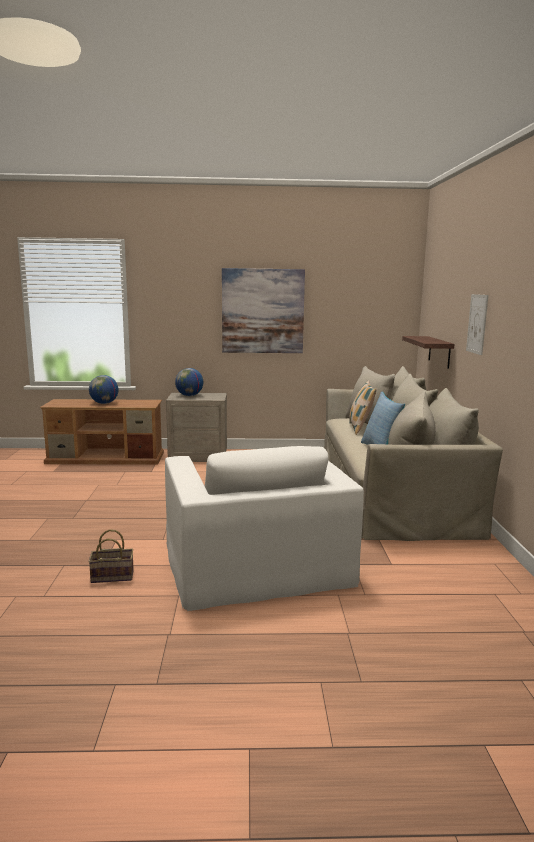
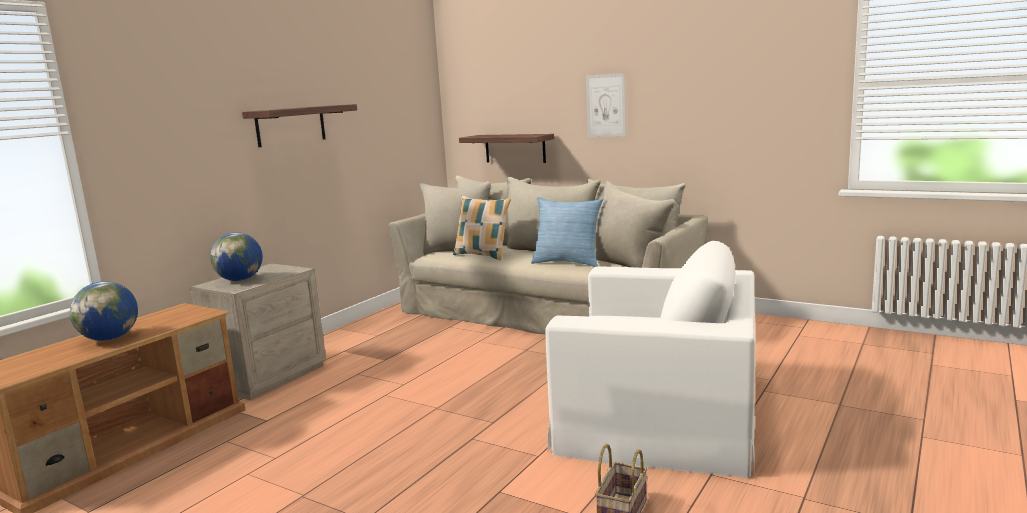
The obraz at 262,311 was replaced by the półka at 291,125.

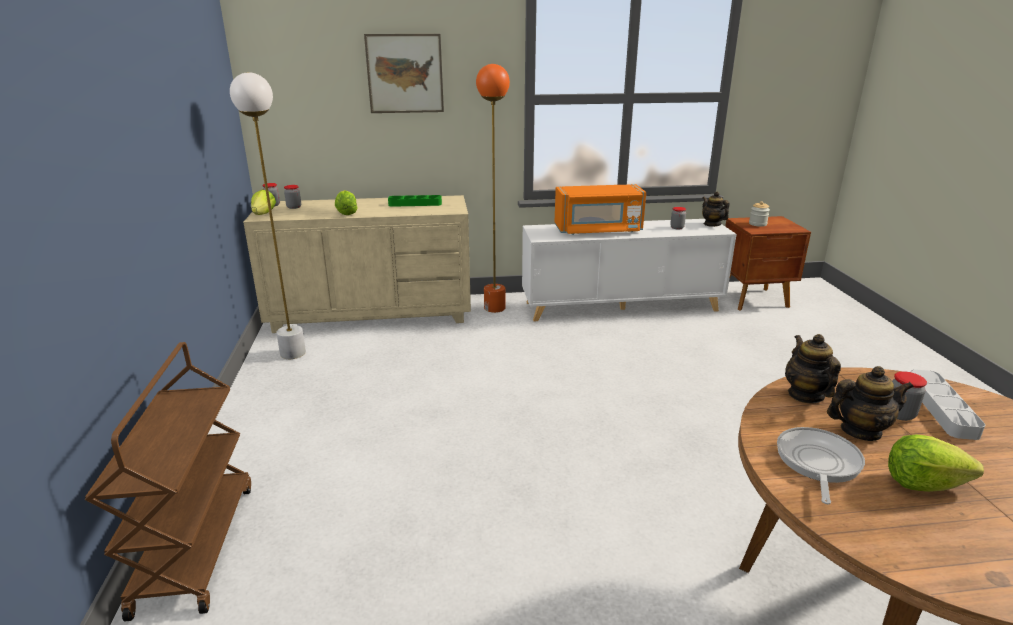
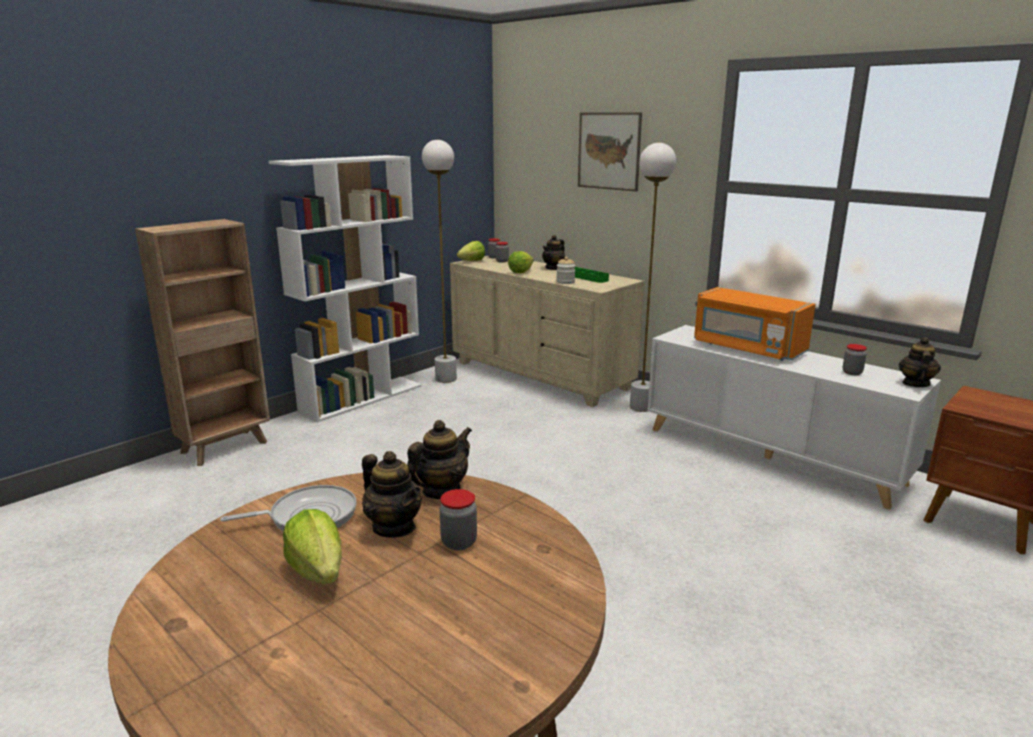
The wózek (brązowy) at 195,546 was replaced by the regał (brązowy) at 226,447.
The lampa stojąca (pomarańczowy) at 494,308 became the lampa stojąca (biały) at 641,407.
The słoik moved from 757,224 to 565,282.
The taca (szary) at 941,408 disappeared.
The regał (biały) at 362,398 appeared.
The imbryk at 553,268 appeared.

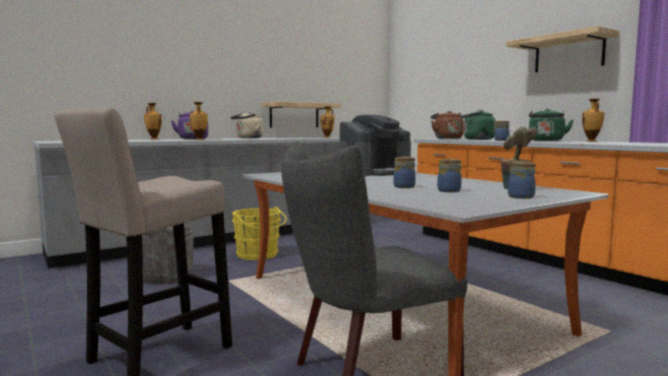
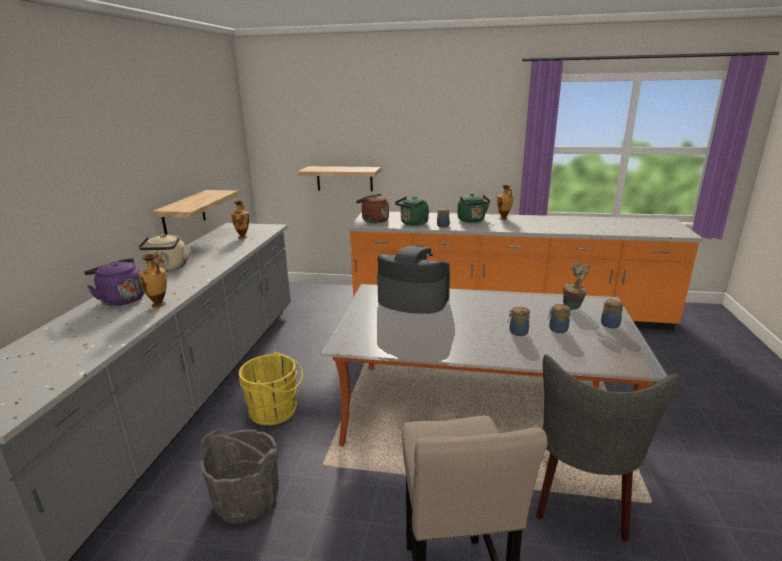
The wazon at 153,139 disappeared.
The ekspres do kawy at 374,172 turned 75 degrees counterclockwise.
The półka moved from 568,53 to 344,178.

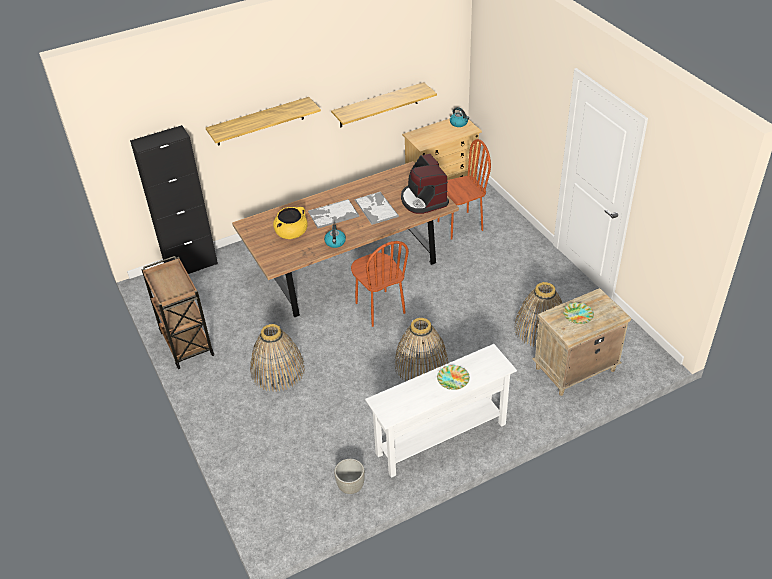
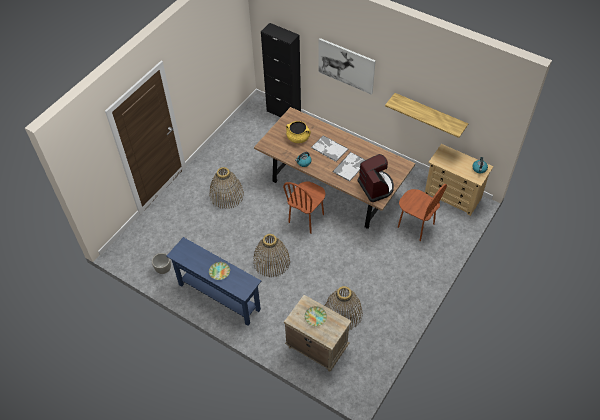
The wózek (brązowy) at 186,342 disappeared.
The półka at 259,121 was replaced by the obraz at 346,65.
The stolik konsolowy (biały) at 441,439 became the stolik konsolowy (niebieski) at 219,297.
The ekspres do kawy at 423,200 turned 120 degrees clockwise.

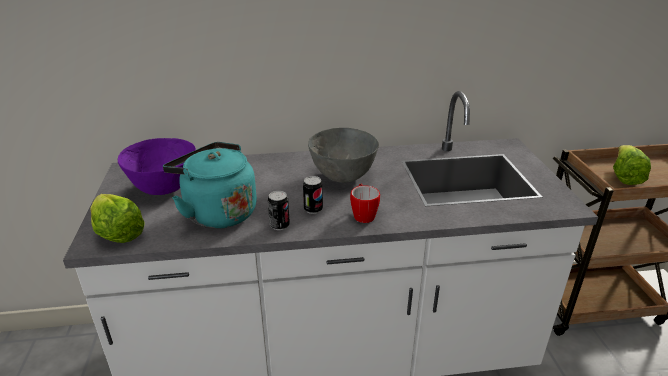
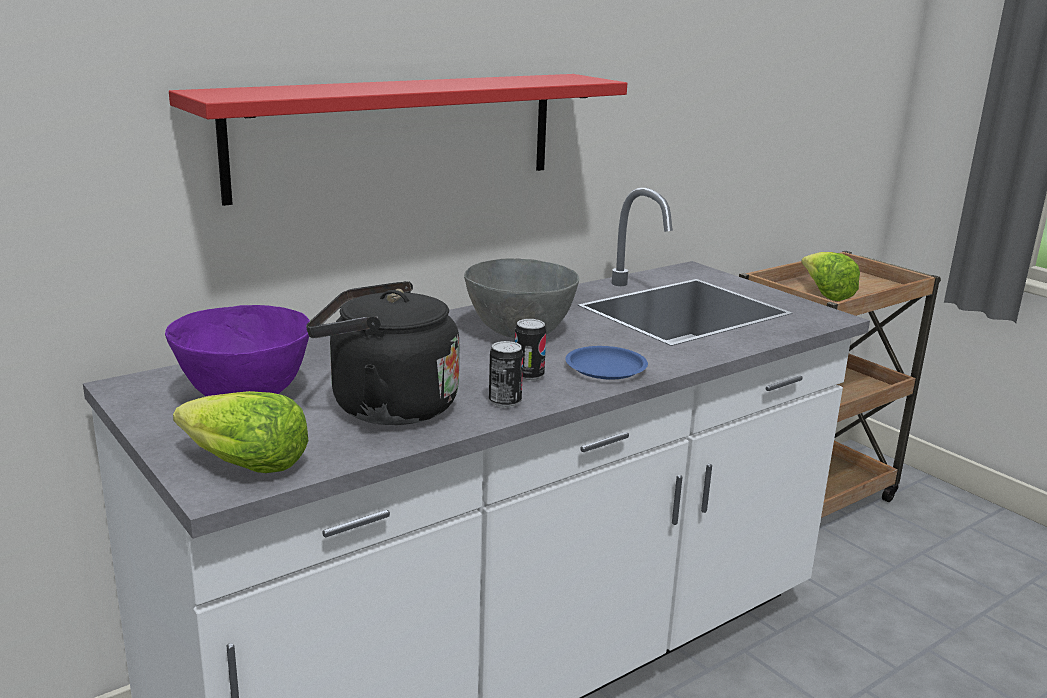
The czajnik (turkusowy) at 217,212 became the czajnik (czarny) at 385,407.
The kubek at 363,214 was replaced by the talerz (niebieski) at 605,368.
The półka (czerwony) at 398,134 appeared.

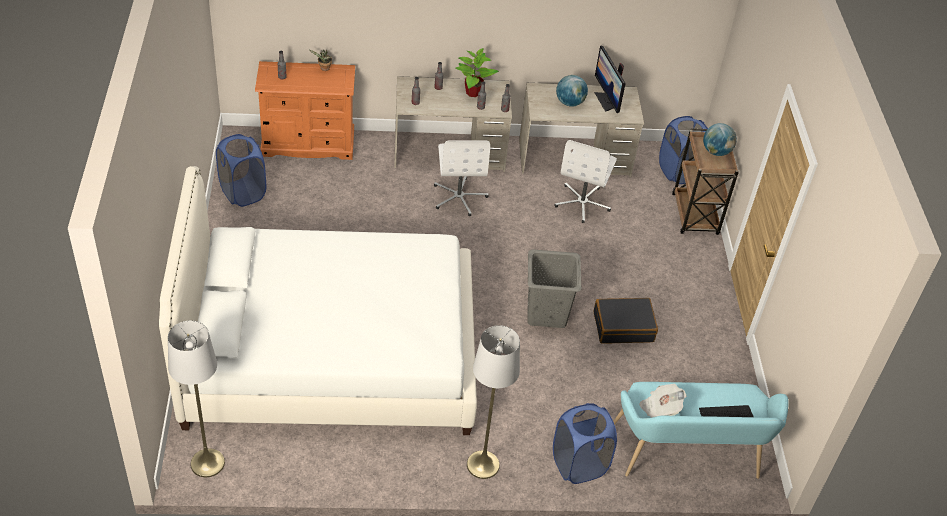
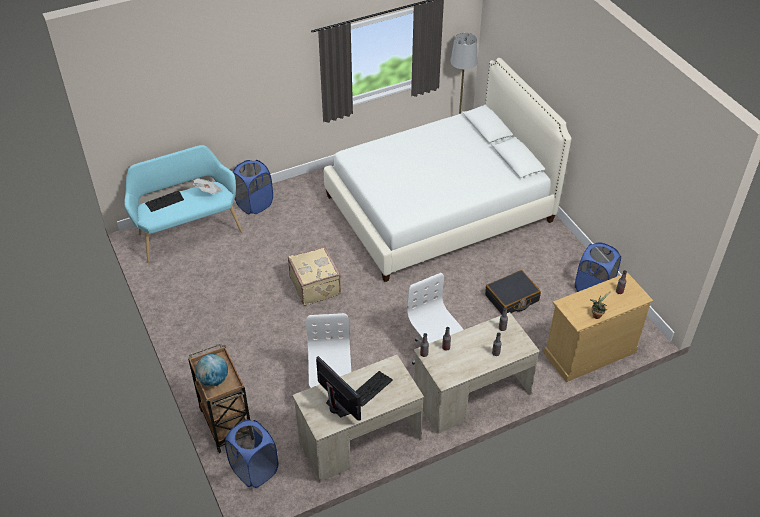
The komoda (pomarańczowy) at 308,144 became the komoda (beżowy) at 589,352.
The roślina doniczkowa at 472,92 disappeared.
The lampa stojąca (szary) at 483,464 disappeared.
The kosz na pranie (szary) at 547,313 was replaced by the walizka (beżowy) at 316,285.
The globus at 570,103 was replaced by the klawiatura at 371,389.
The walizka (czarny) moved from 623,326 to 512,298.

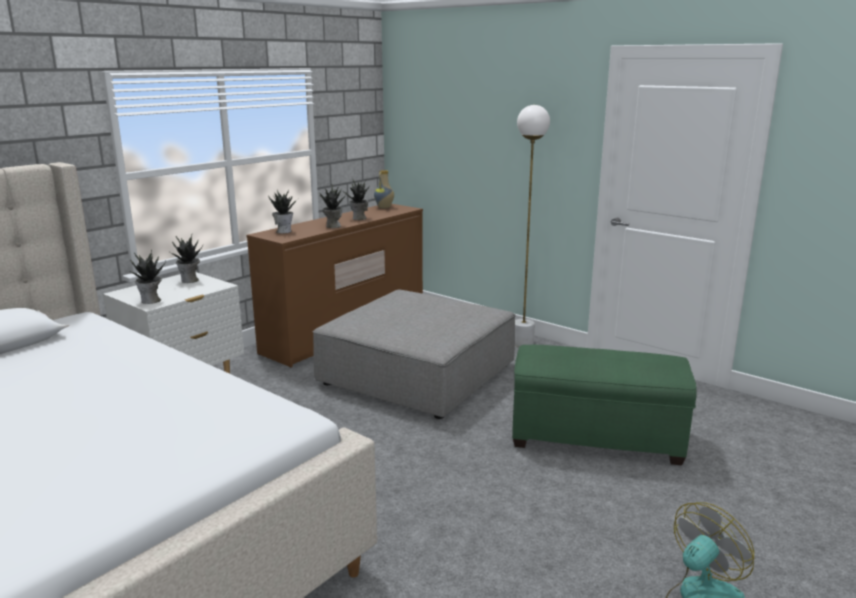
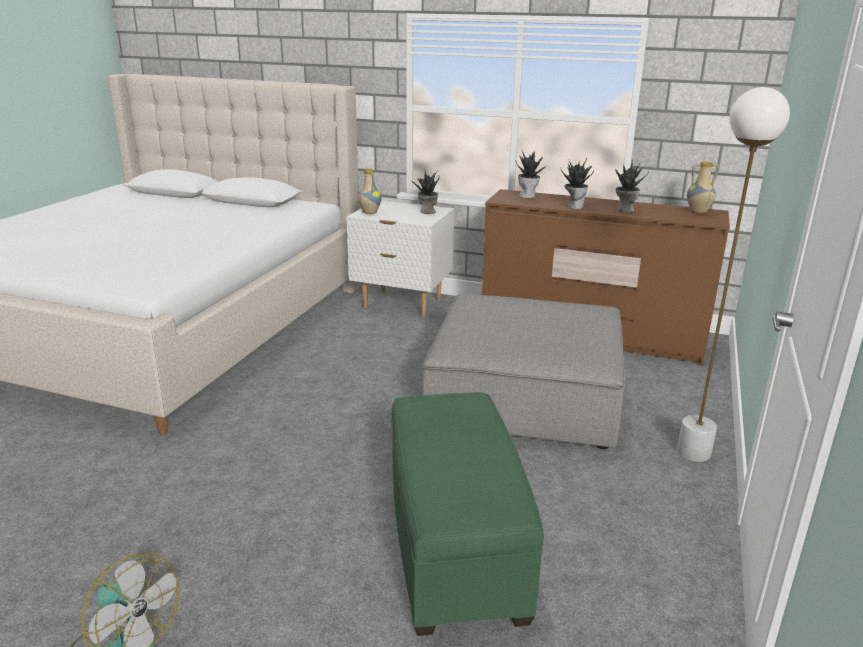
The roślina doniczkowa at 151,301 was replaced by the wazon at 369,213.

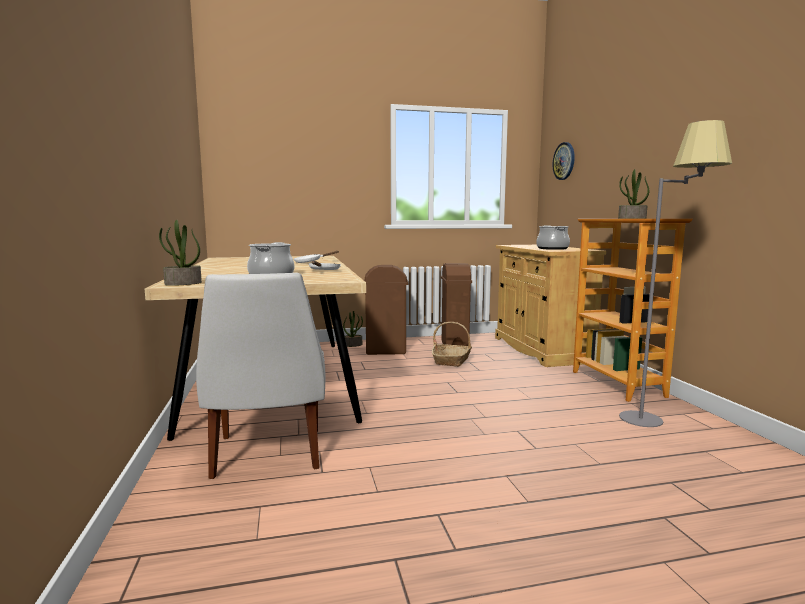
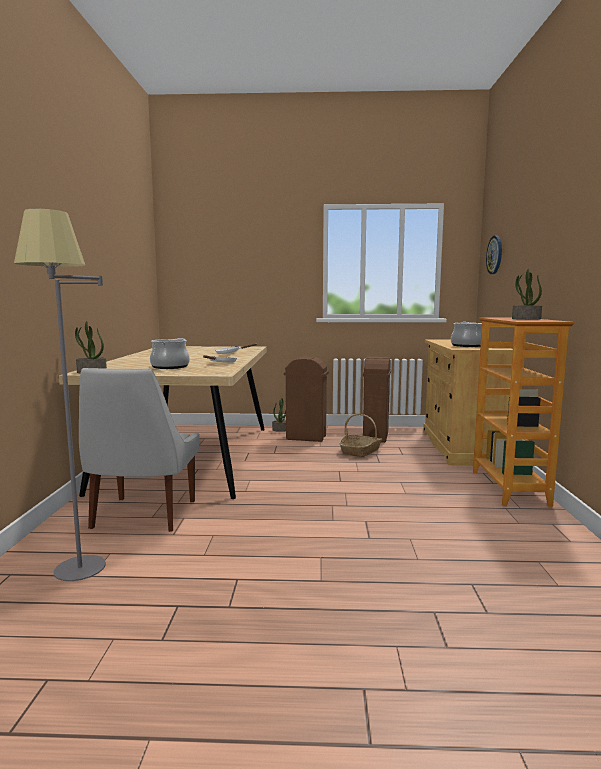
The lampa stojąca (szary) moved from 659,424 to 80,579.

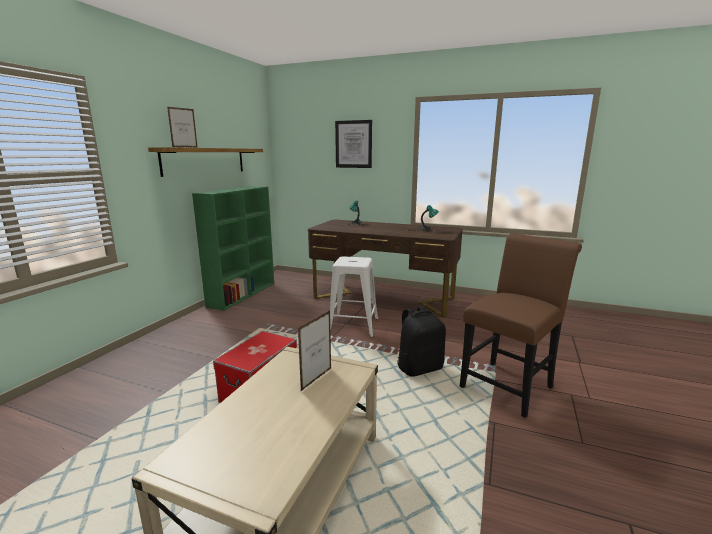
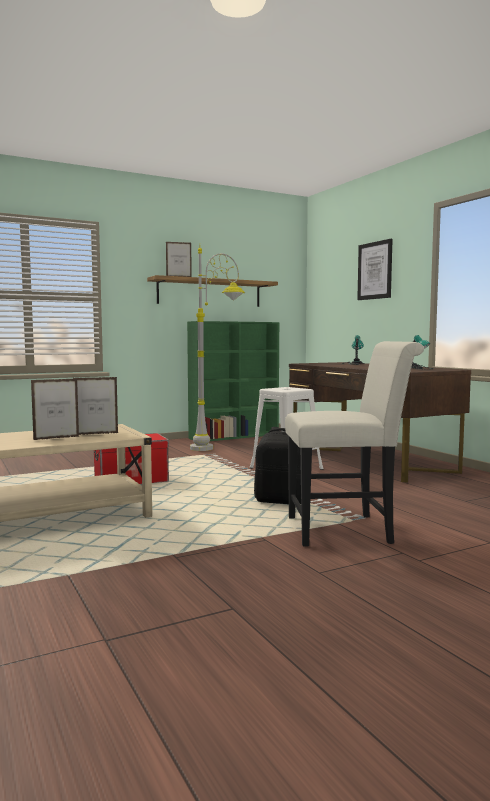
The krzesło (brązowy) at 509,384 became the krzesło (biały) at 347,530.
The ramka na zdjęcie at 56,438 appeared.
The lampa stojąca (szary) at 218,446 appeared.

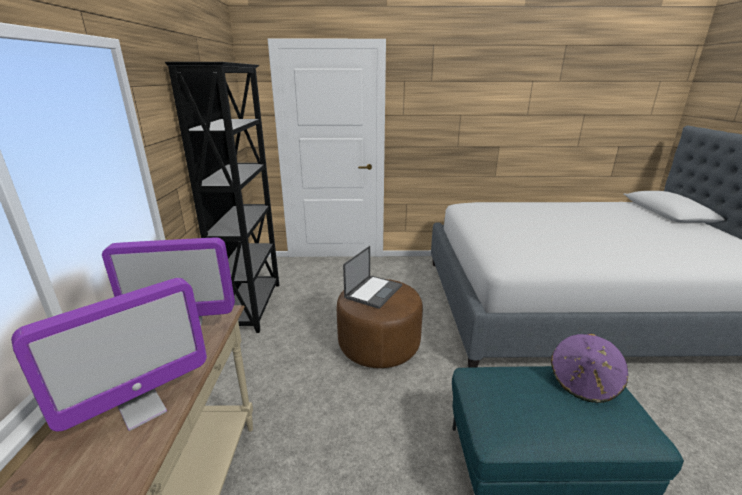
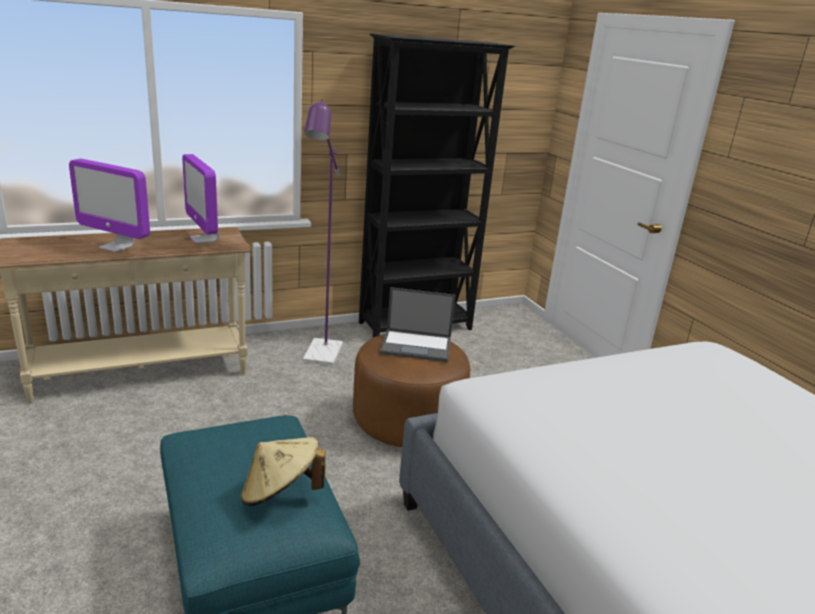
The kapelusz (fioletowy) at 584,383 became the kapelusz (beżowy) at 280,494.
The lampa stojąca (fioletowy) at 321,357 appeared.

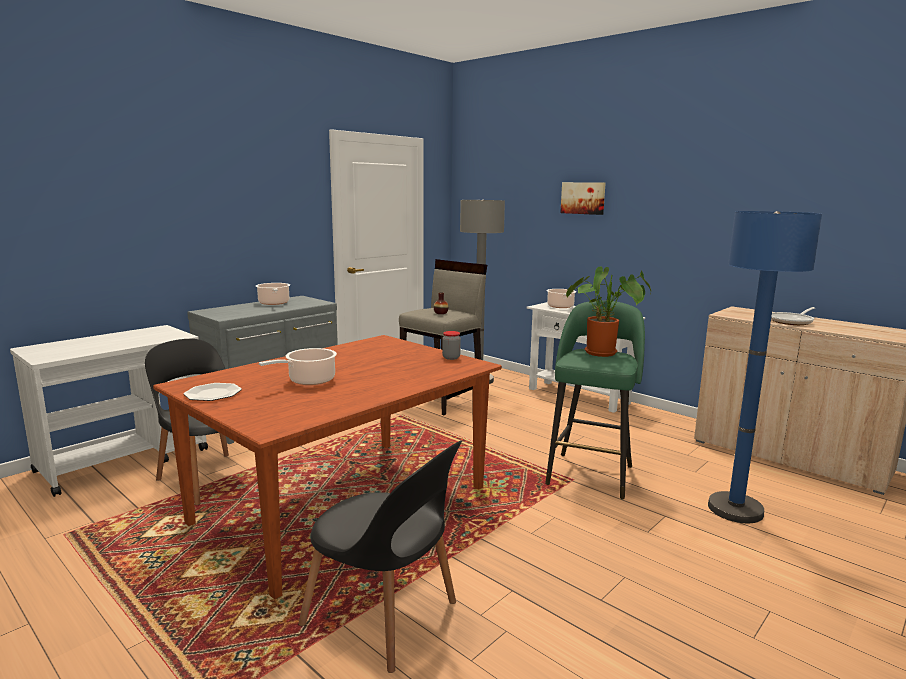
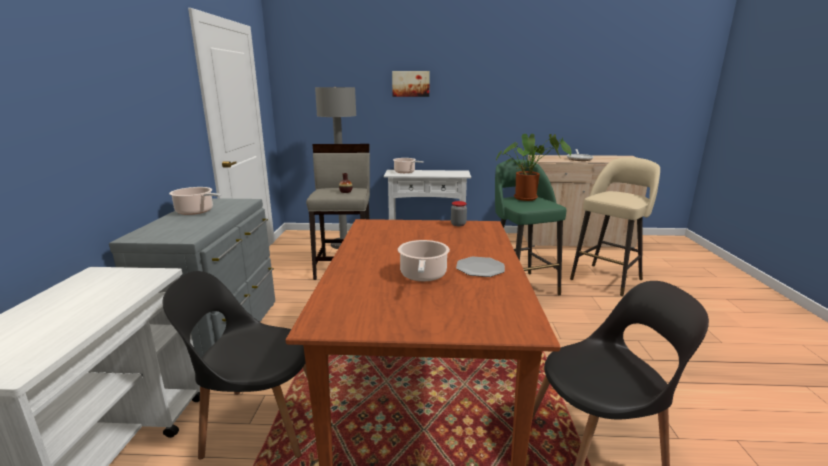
The talerz moved from 213,393 to 480,268.
The lampa stojąca (niebieski) at 735,509 was replaced by the stołek (beżowy) at 607,279.

